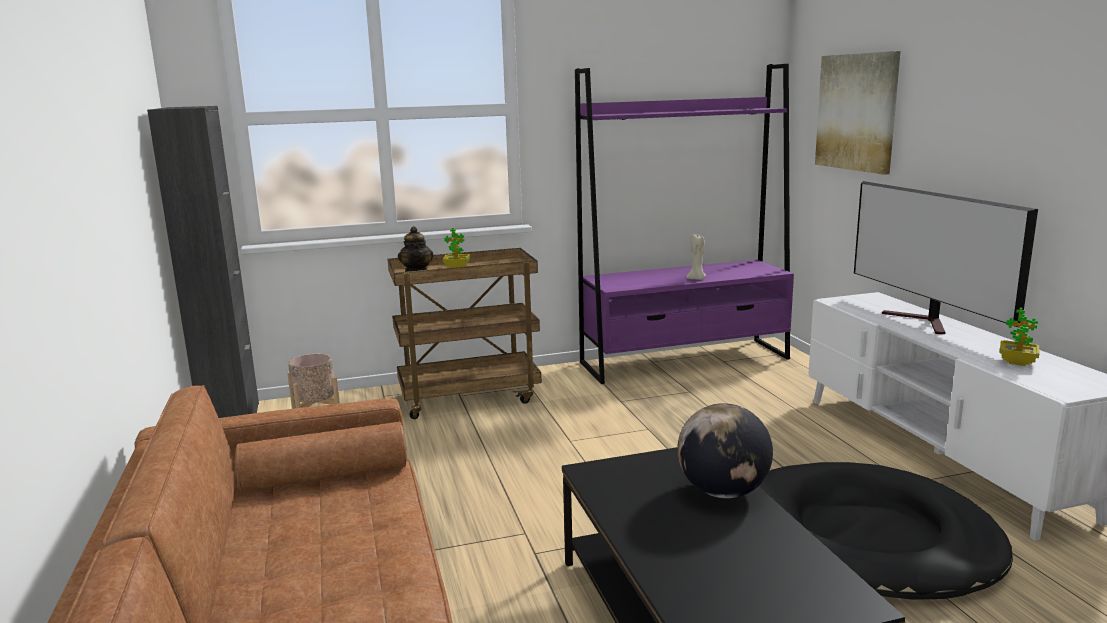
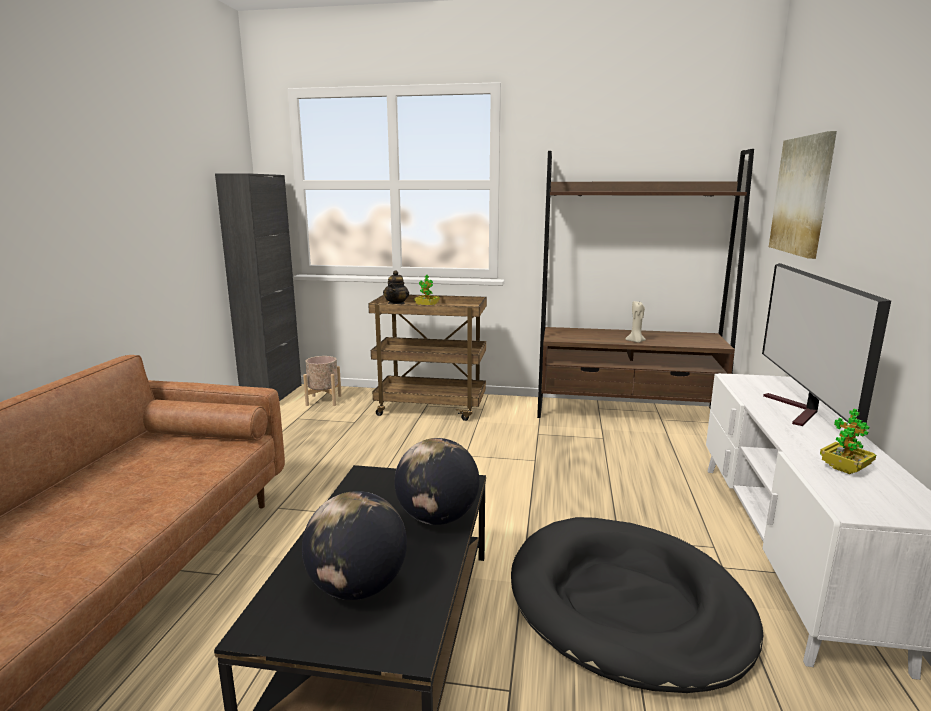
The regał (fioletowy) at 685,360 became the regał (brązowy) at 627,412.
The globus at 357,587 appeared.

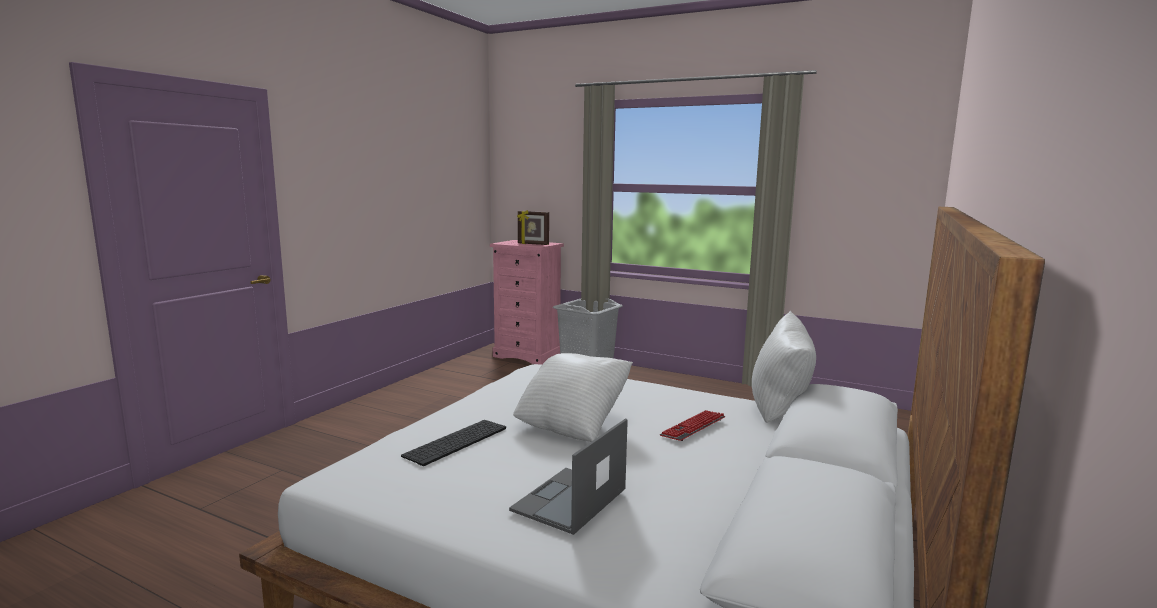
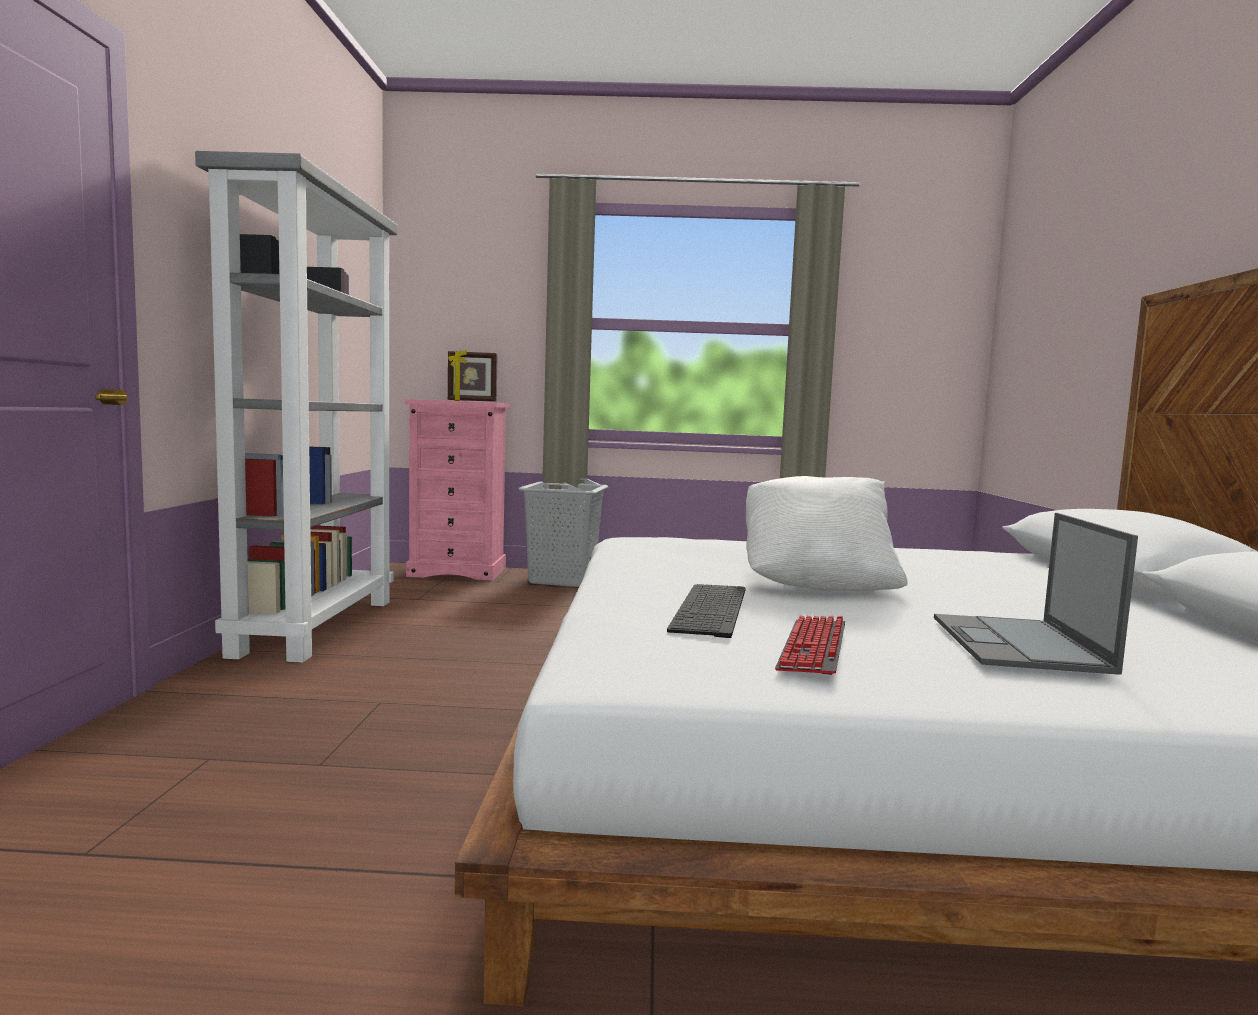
The klawiatura moved from 693,427 to 813,647.
The poduszka (biały) at 780,412 disappeared.
The regał (szary) at 316,626 appeared.

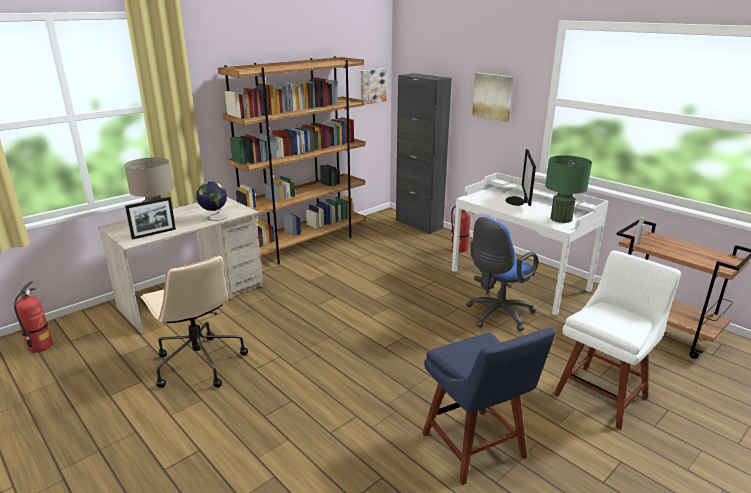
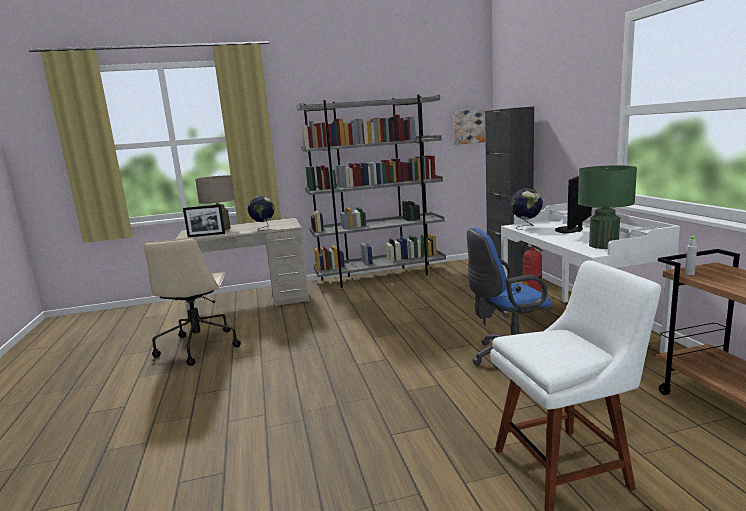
The gaśnica at 40,346 disappeared.
The regał (brązowy) at 306,244 became the regał (szary) at 380,276.
The krzesło (niebieski) at 476,449 disappeared.
The obraz at 493,96 disappeared.
The globus at 526,227 appeared.

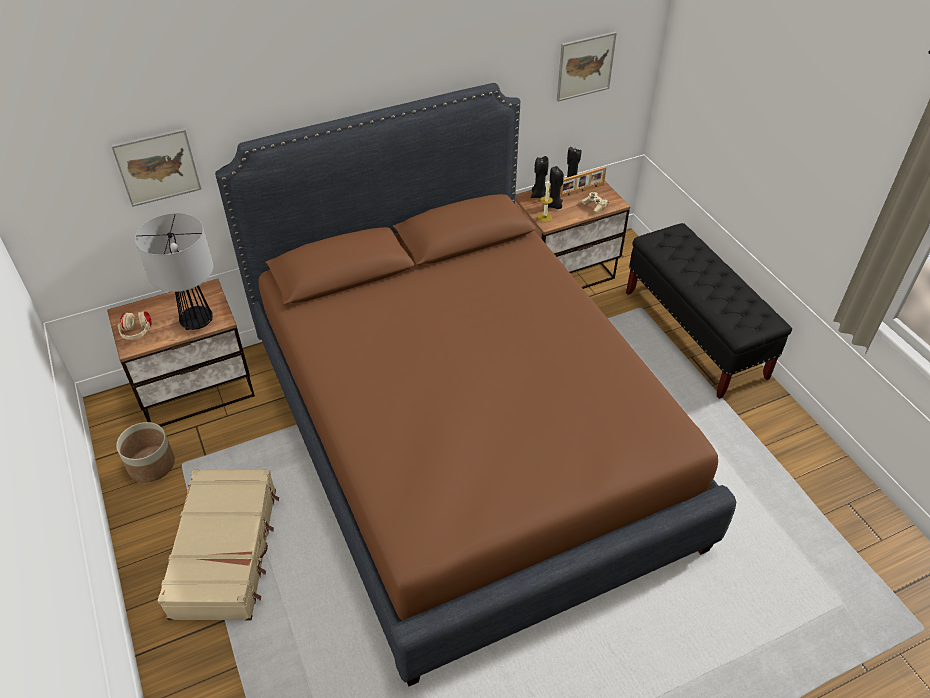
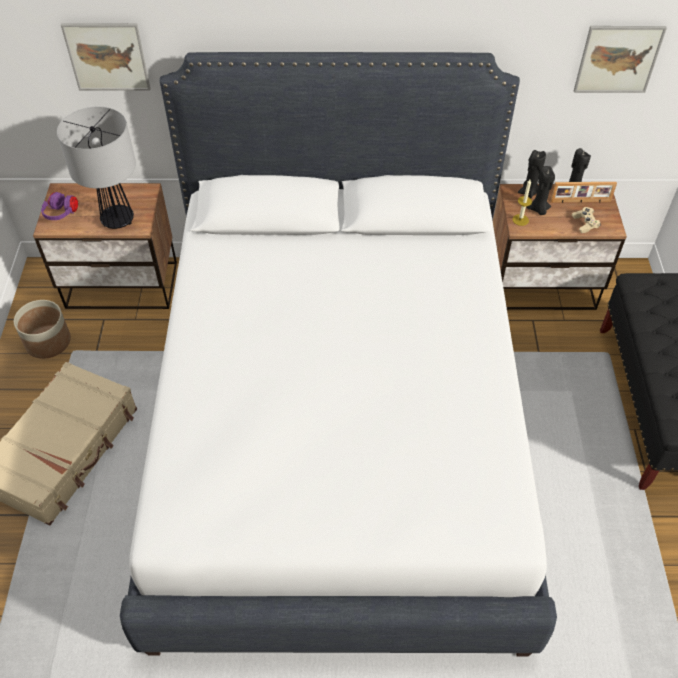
The słuchawki (beżowy) at 137,333 became the słuchawki (fioletowy) at 61,214.
The łóżko (brązowy) at 465,439 became the łóżko (biały) at 339,428.

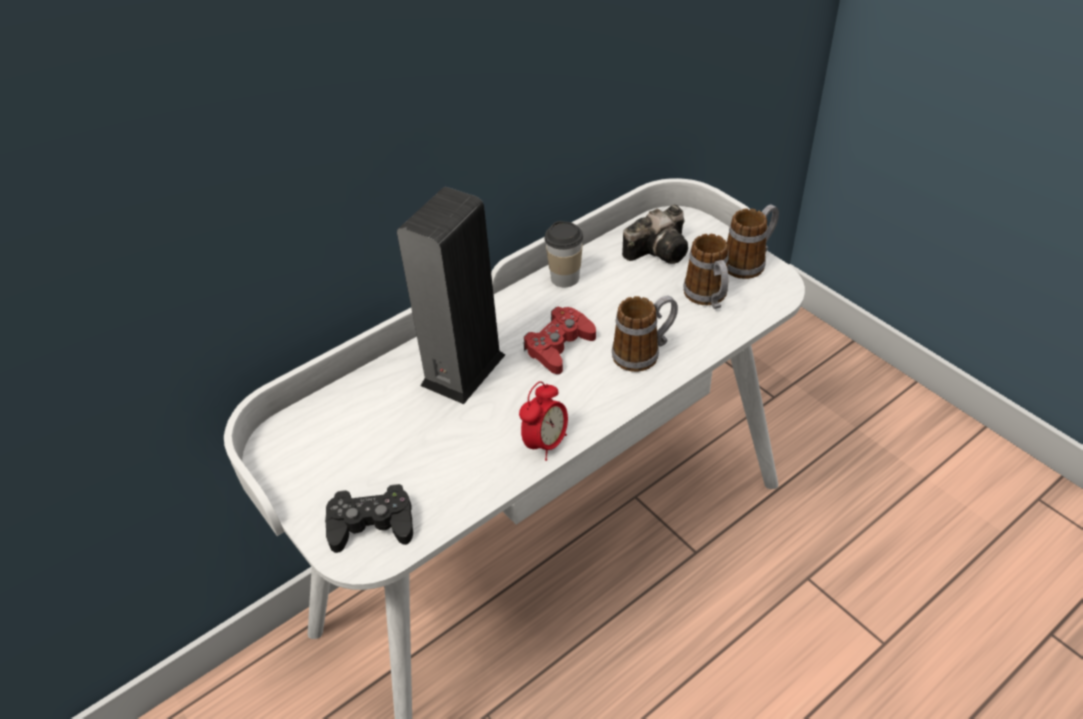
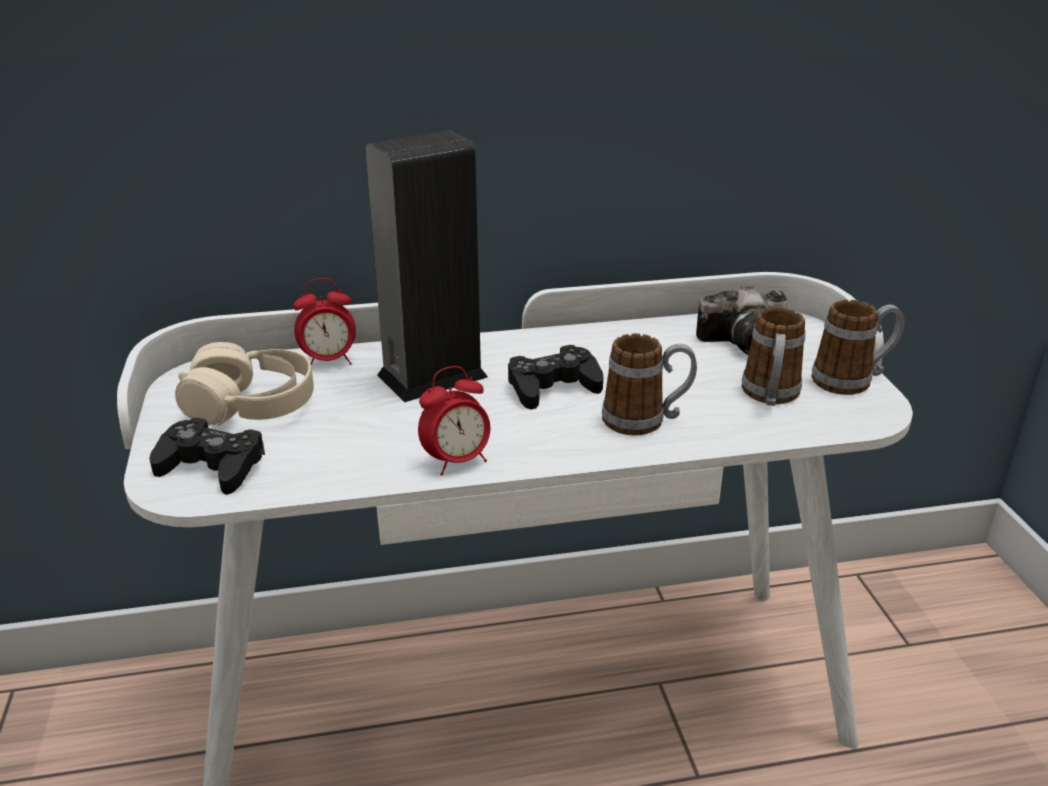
The pad do gier (czerwony) at 559,346 became the pad do gier (czarny) at 553,387.
The filiżanka at 565,278 disappeared.
The słuchawki (beżowy) at 252,405 appeared.
The budzik at 329,361 appeared.

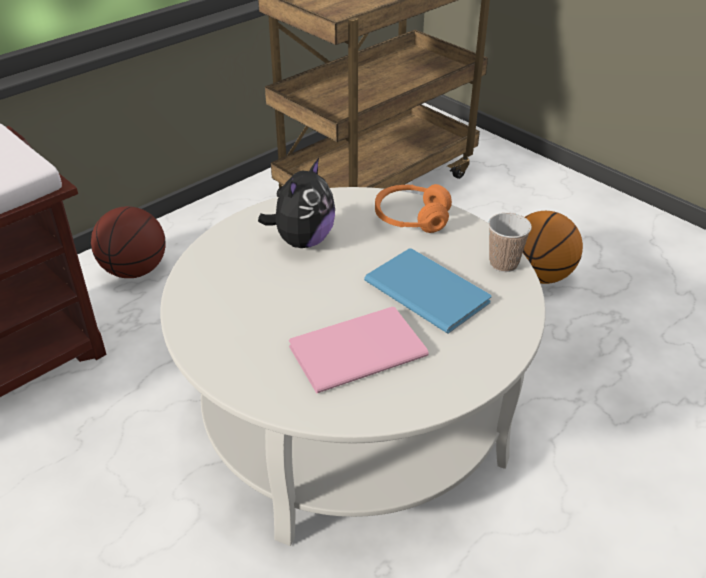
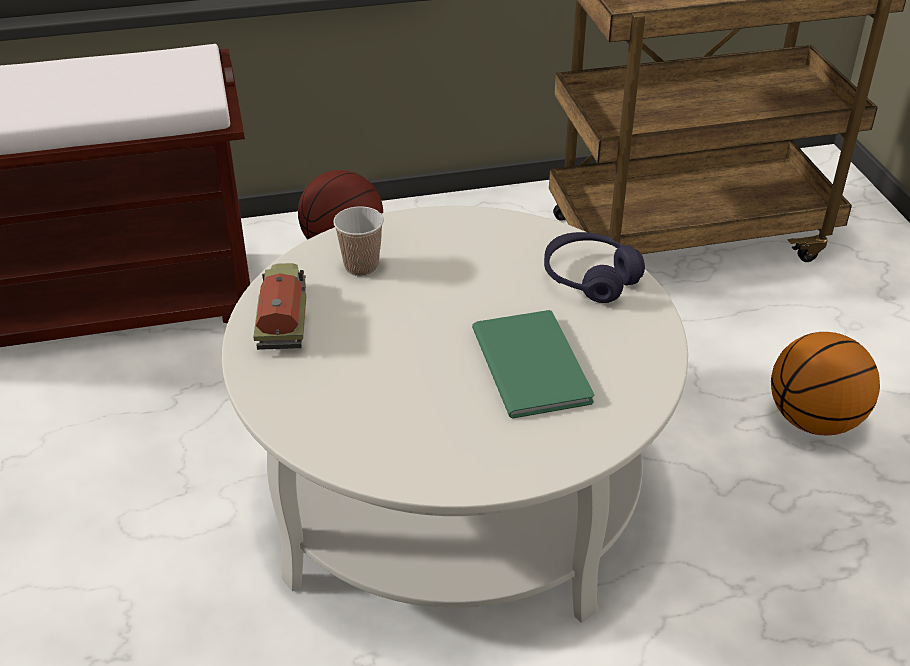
The pluszak at 302,240 disappeared.
The książka (różowy) at 353,350 disappeared.
The książka (niebieski) at 426,289 became the książka (zielony) at 533,362.
The słuchawki (pomarańczowy) at 411,218 became the słuchawki (fioletowy) at 590,278.
The filiżanka moved from 503,264 to 361,267.
The ciężarówka zabawkowa at 283,318 appeared.

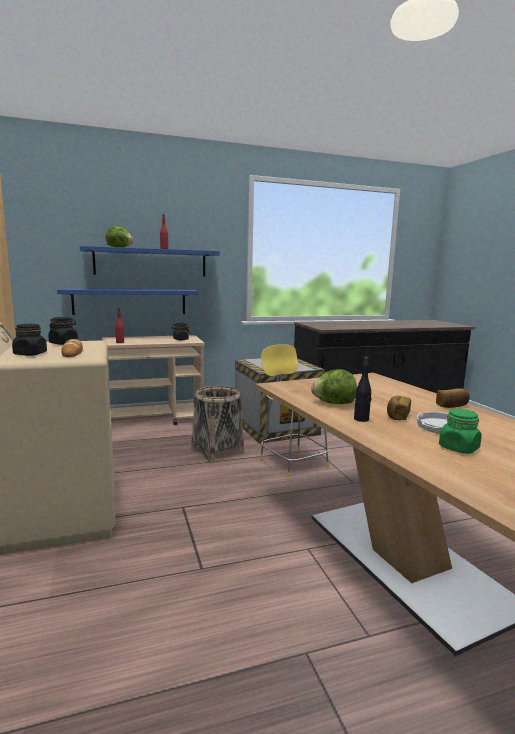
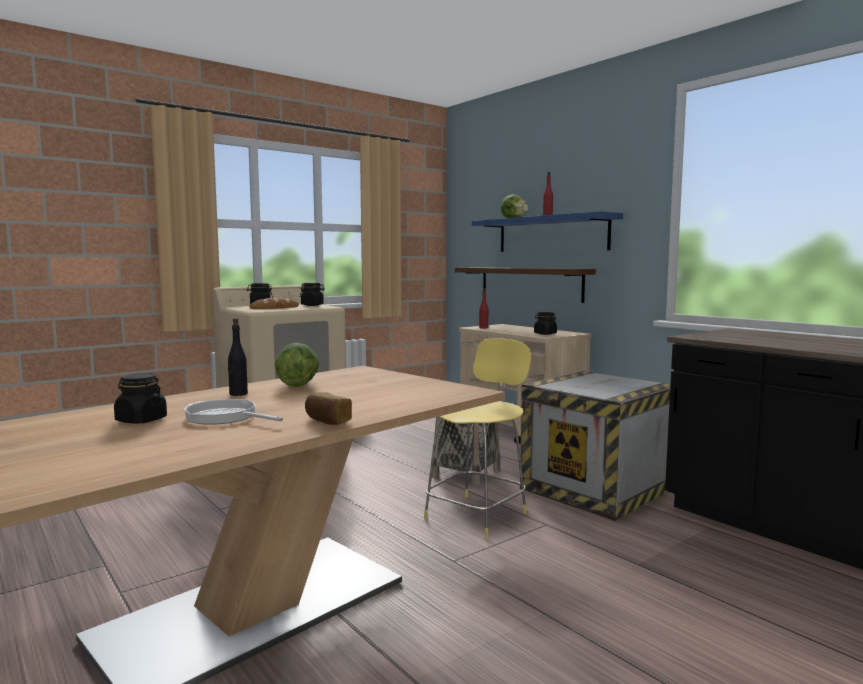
The półka (niebieski) at 130,301 became the półka (brązowy) at 530,283.
The chleb at 397,416 disappeared.
The słoik (zielony) at 458,448 became the słoik (czarny) at 141,420.

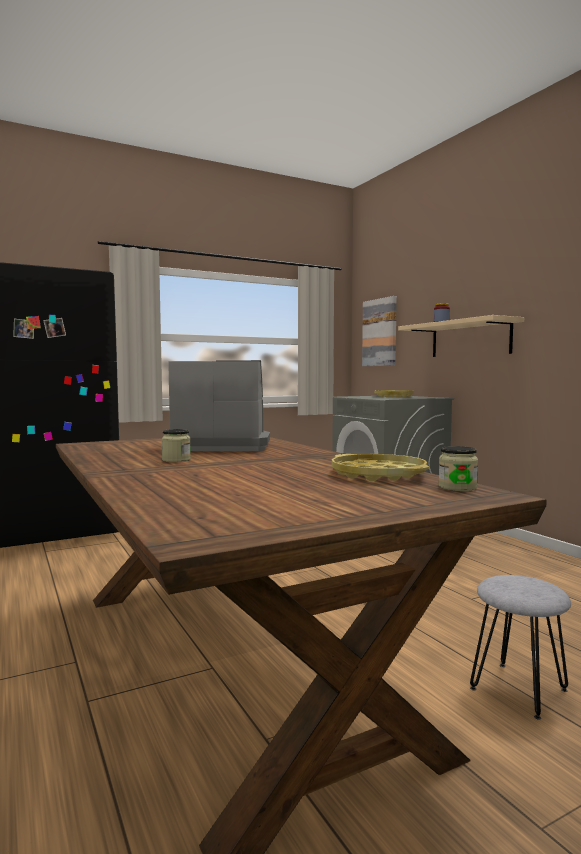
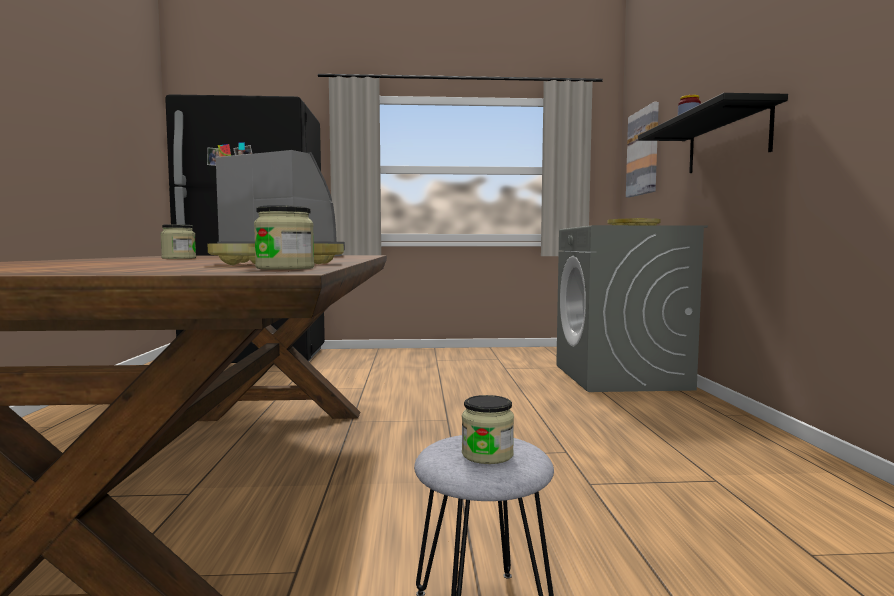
The półka (beżowy) at 470,339 became the półka (czarny) at 727,141.
The słoik at 487,454 appeared.

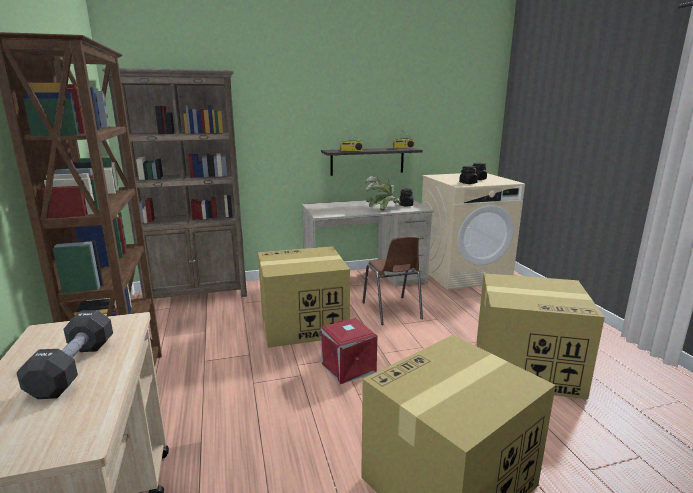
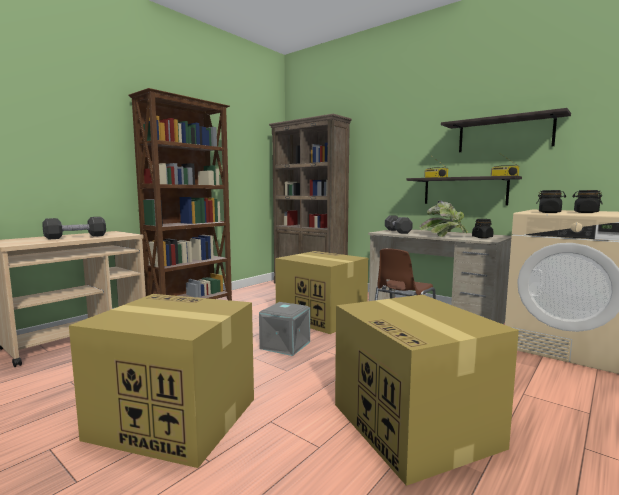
The pojemnik do przechowywania (czerwony) at 347,367 became the pojemnik do przechowywania (szary) at 284,345.
The hantel (czarny) at 397,231 appeared.
The półka at 504,134 appeared.

